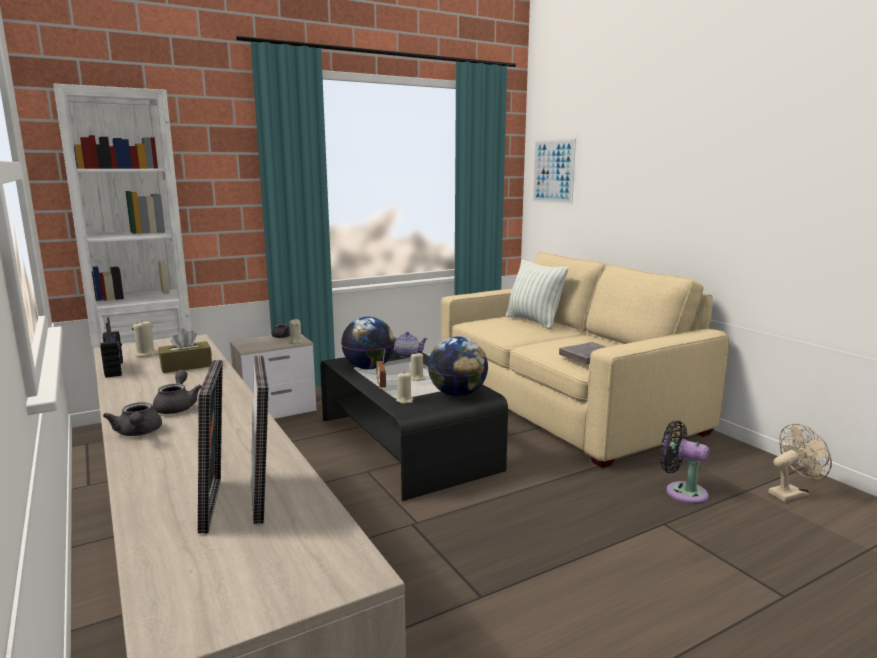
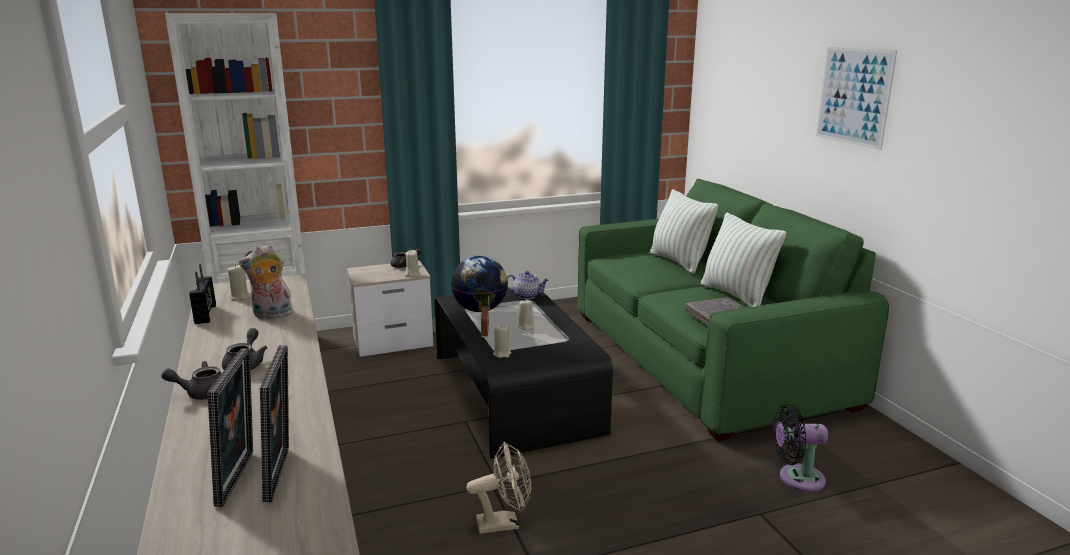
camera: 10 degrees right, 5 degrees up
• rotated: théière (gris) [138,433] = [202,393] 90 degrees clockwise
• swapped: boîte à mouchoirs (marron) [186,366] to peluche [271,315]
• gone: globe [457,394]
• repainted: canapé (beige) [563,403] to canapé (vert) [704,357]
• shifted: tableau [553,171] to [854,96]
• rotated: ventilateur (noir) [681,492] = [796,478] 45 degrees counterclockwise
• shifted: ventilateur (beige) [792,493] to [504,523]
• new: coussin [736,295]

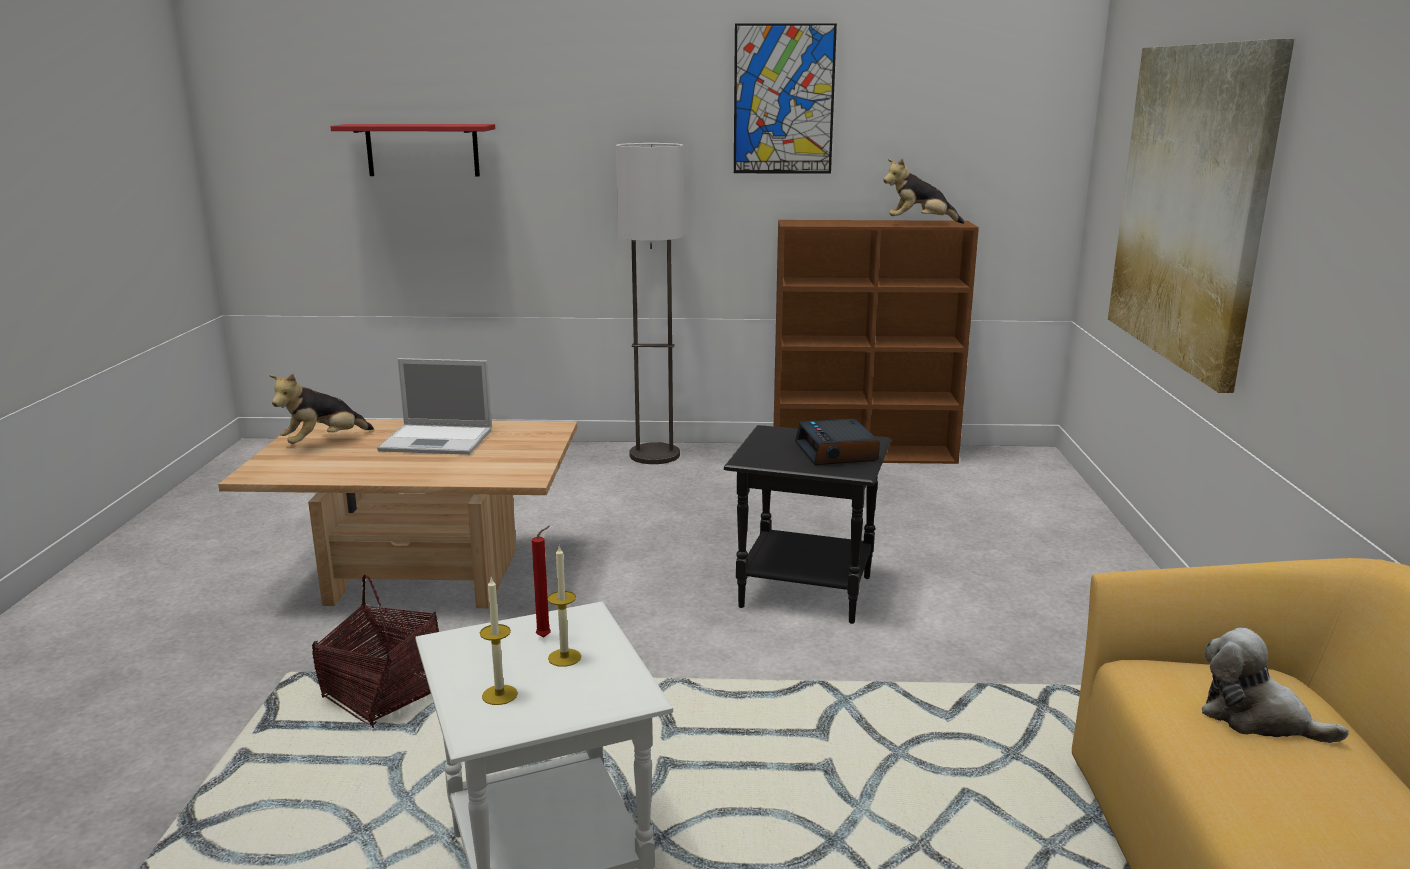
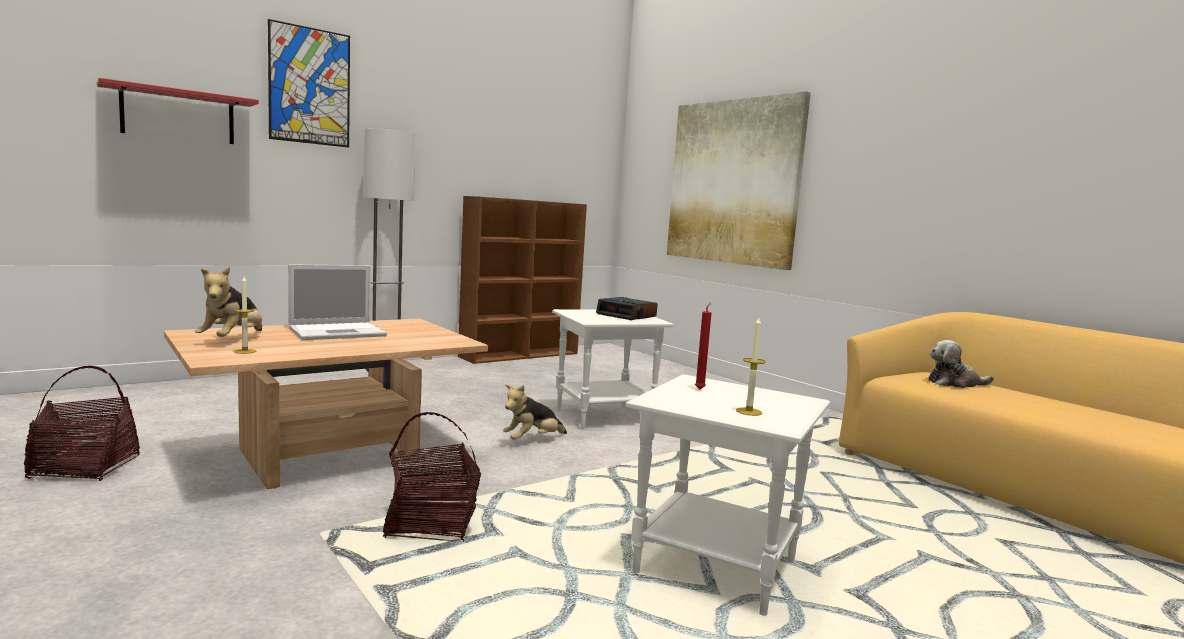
camera: 40 degrees left, 10 degrees down
• shifted: bougie [564,657] to [245,351]
• repainted: table d'appoint (noir) [807,592] to table d'appoint (blanc) [605,416]
• shifted: tableau [783,100] to [310,86]
• shifted: peluche [919,223] to [532,440]
• new: panier [84,467]

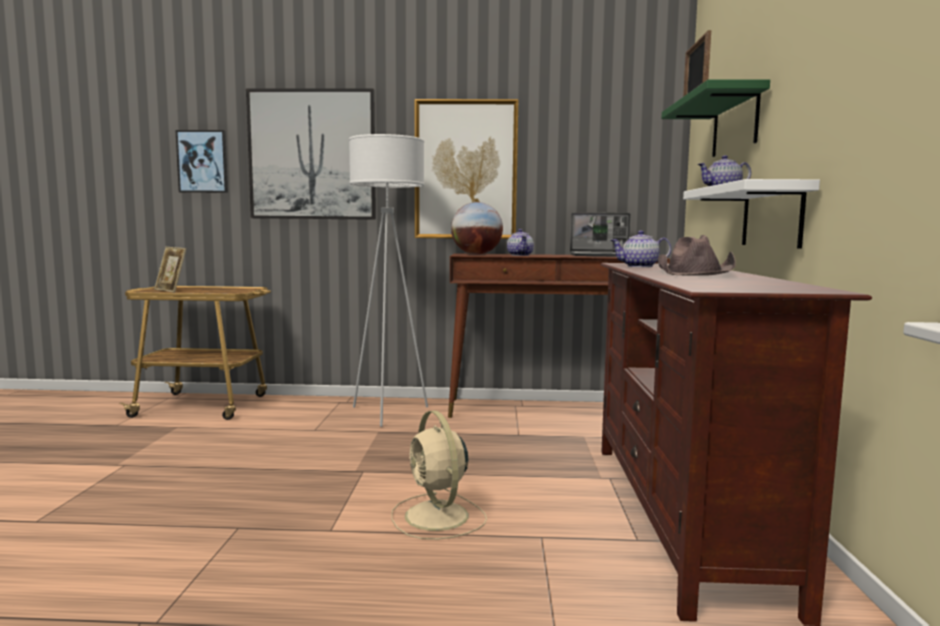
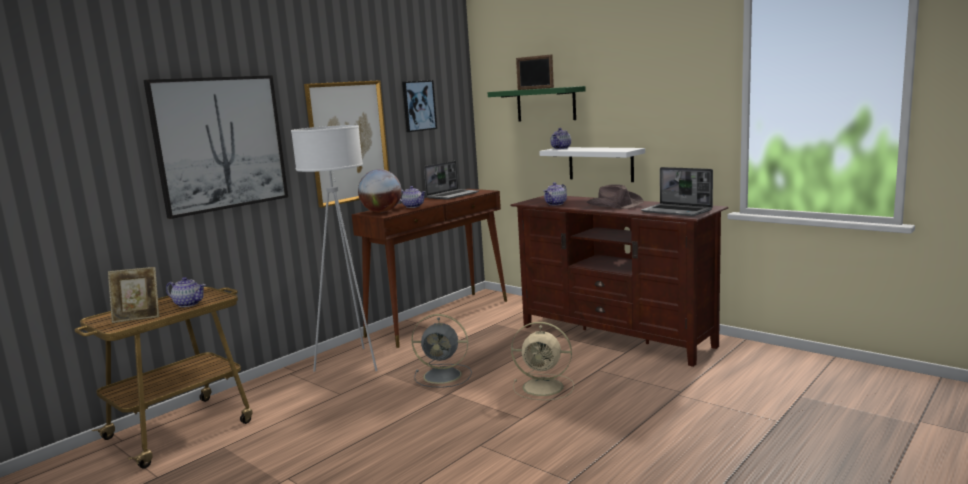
camera: 50 degrees left, 5 degrees up
• shifted: tableau [203,161] to [418,106]
• new: théière [189,304]
• new: ventilateur (gris) [444,375]
• new: ordinateur portable [677,211]

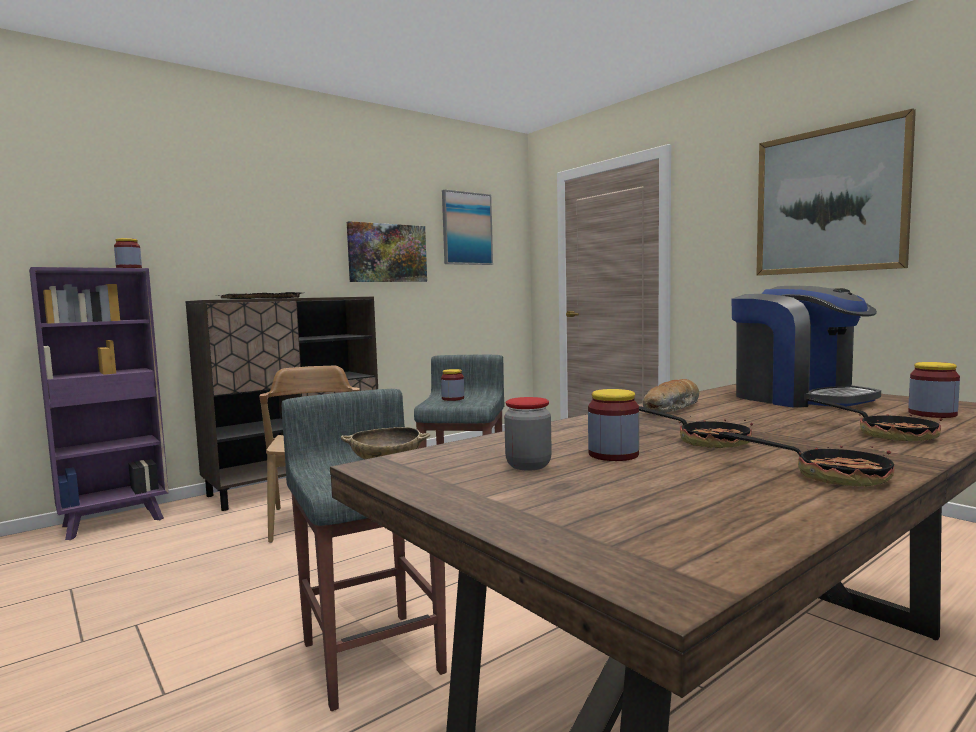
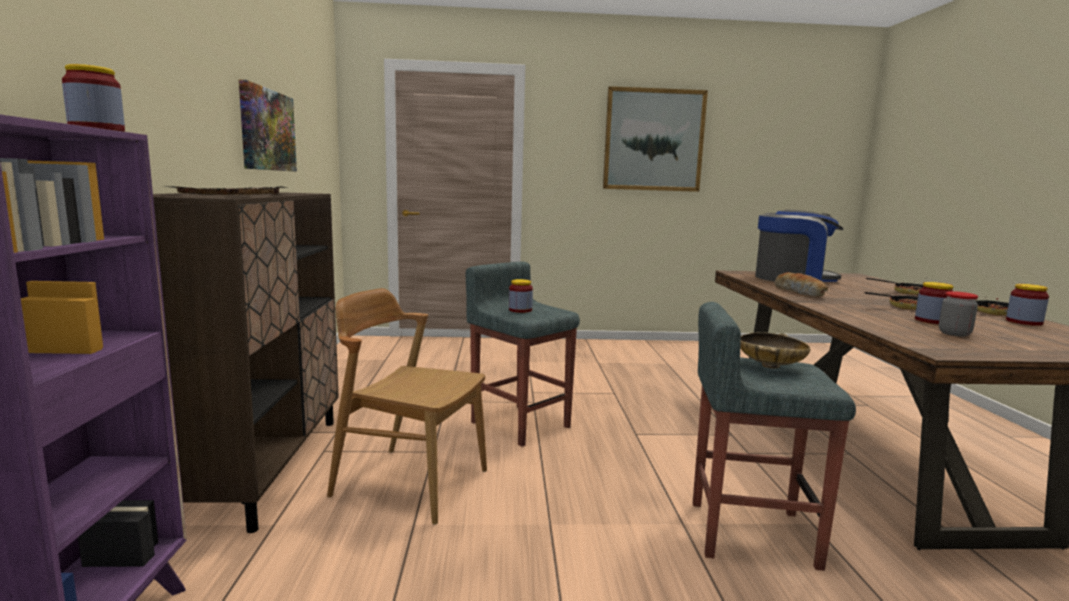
camera: 55 degrees left, 5 degrees up
• gone: tableau [466,228]
• shifted: bocal [932,414] to [1024,322]

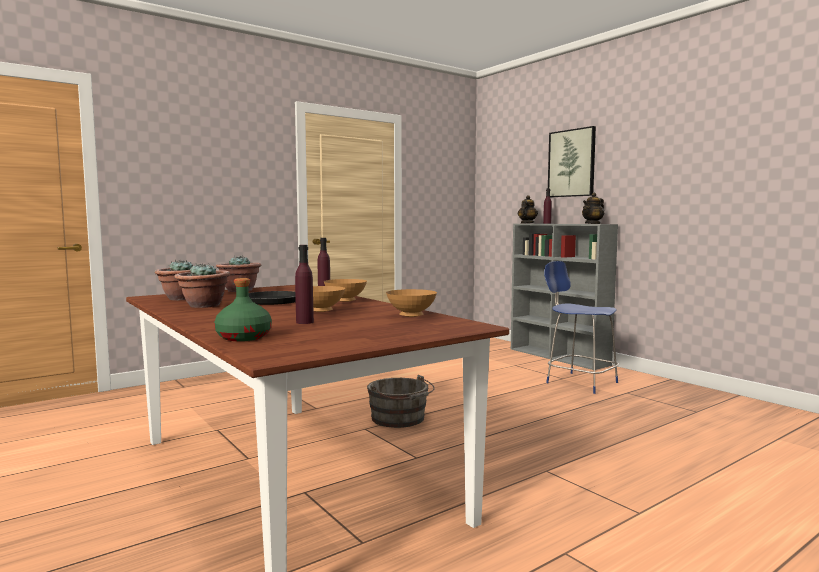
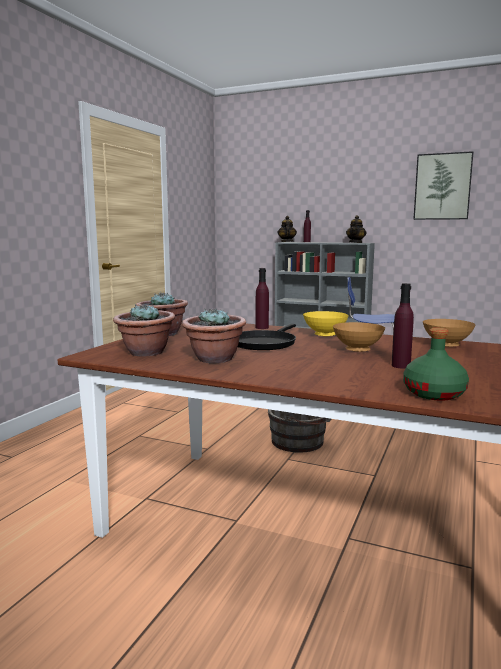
camera: 30 degrees left, 5 degrees up
• repainted: bol (marron) [346,301] to bol (jaune) [325,335]
• shifted: tableau [572,163] to [442,186]

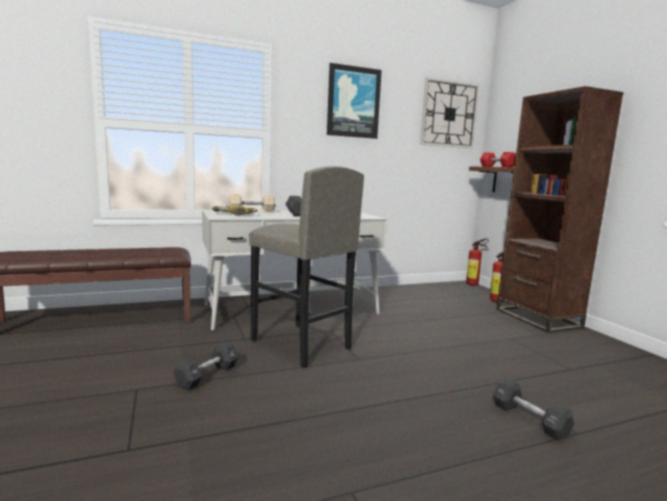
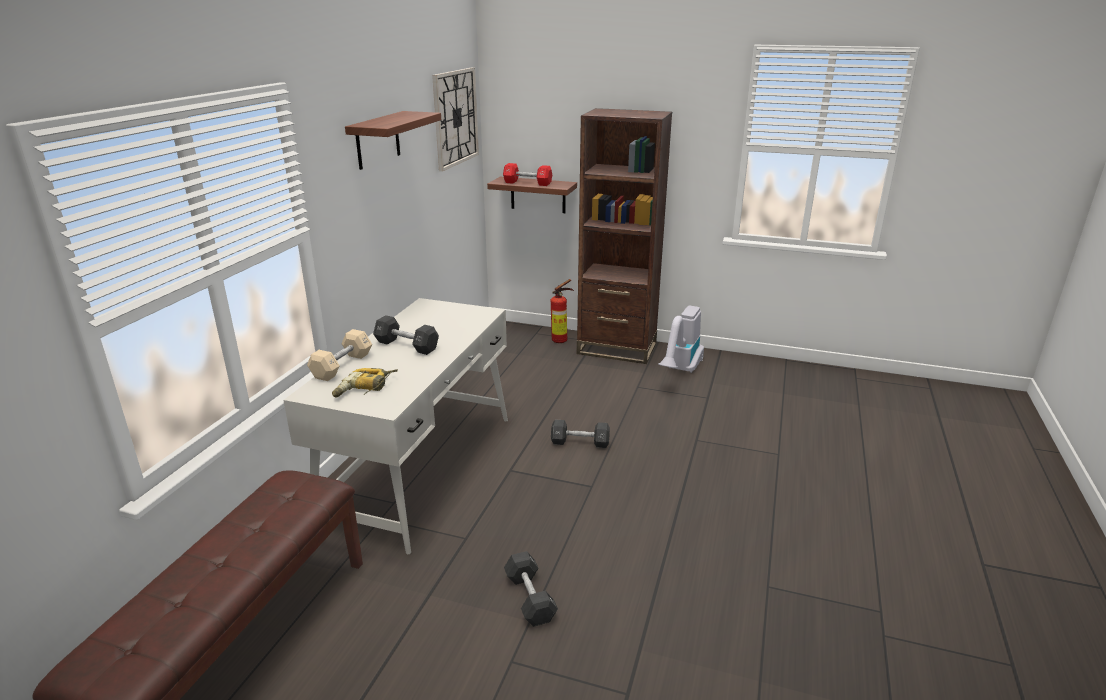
camera: 50 degrees left, 15 degrees up
• gone: tabouret (gris) [300,344]
• swapped: tableau [353,102] to étagère [377,140]
• gone: extincteur [473,285]
• shifted: haltère (noir) [529,419] to [580,442]
• new: aspirateur [680,370]

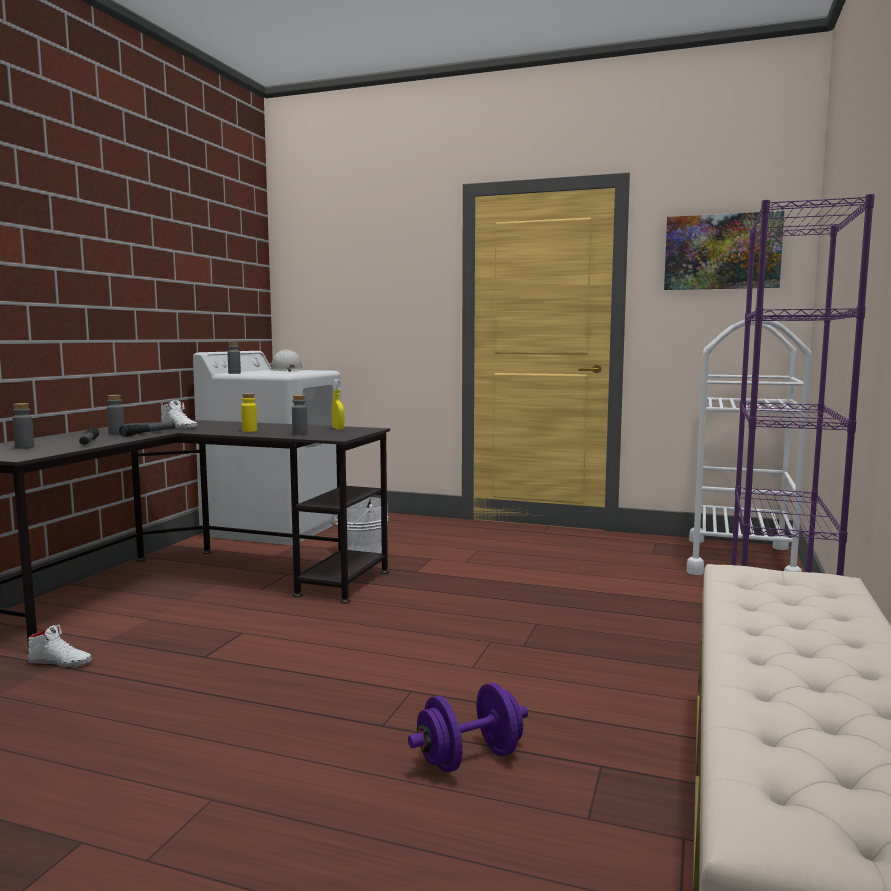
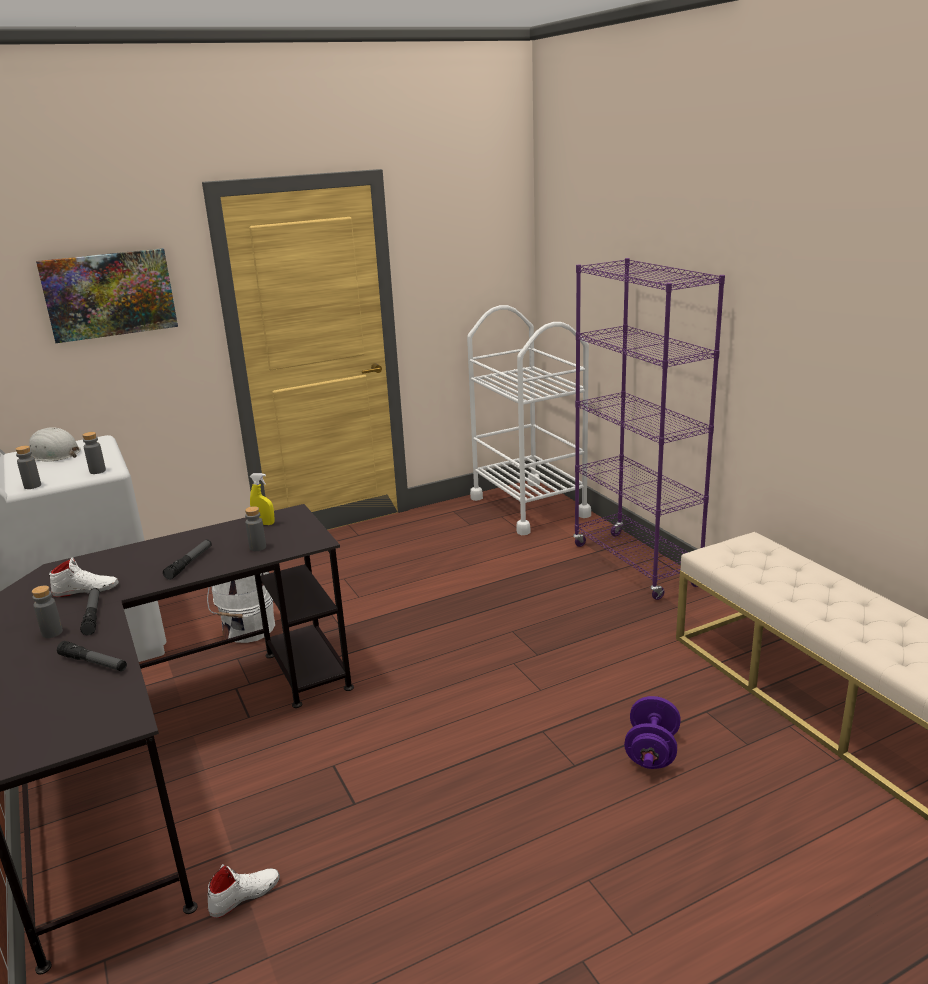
camera: 45 degrees left, 15 degrees up
• shifted: bouteille (gris) [24,447] to [97,471]
• swapped: bouteille (jaune) [249,430] to lampe de poche [189,563]
• shifted: tableau [722,252] to [109,294]

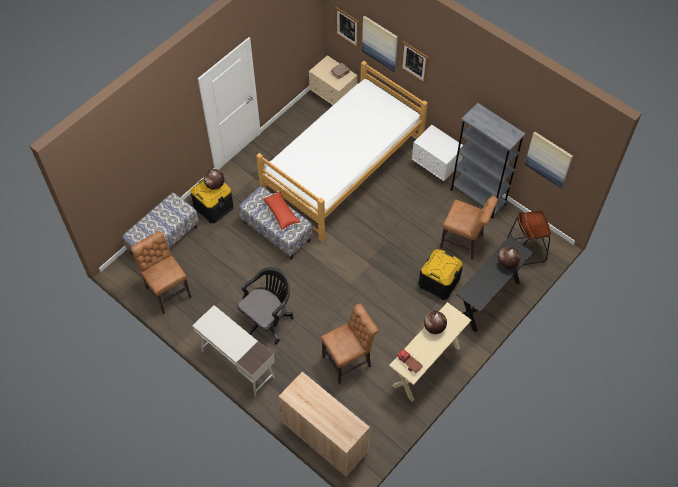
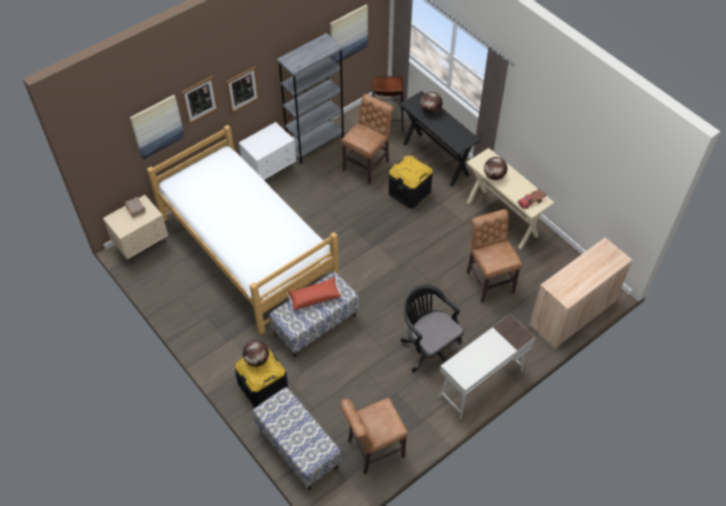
camera: 80 degrees left, 5 degrees down
• shifted: tableau [347,27] to [242,89]

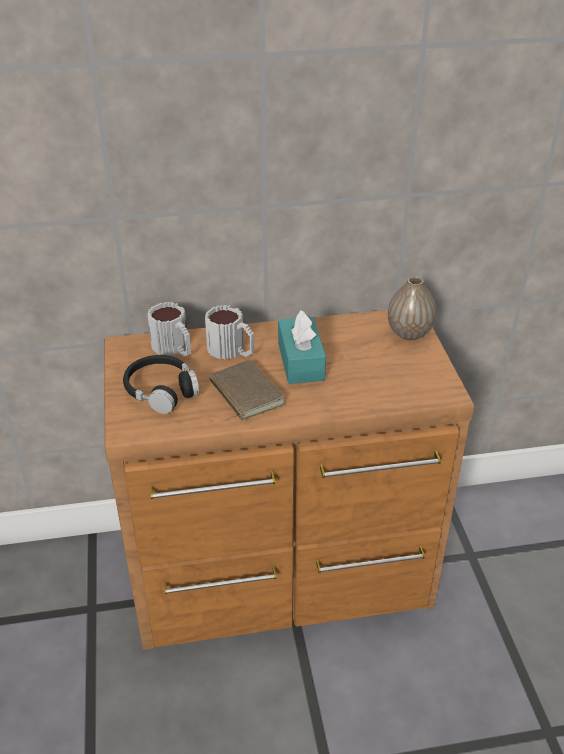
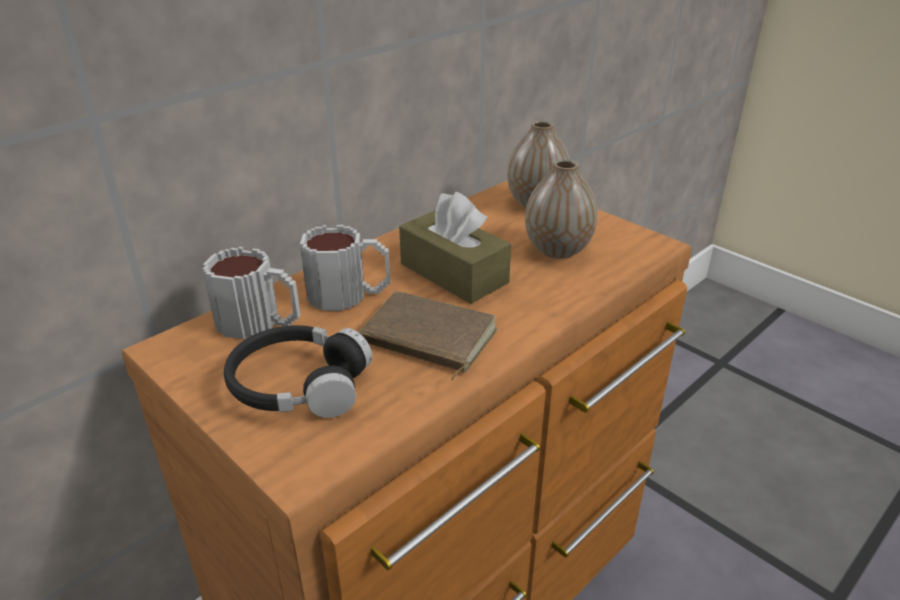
camera: 35 degrees left, 5 degrees down
• repainted: boîte à mouchoirs (turquoise) [300,361] to boîte à mouchoirs (marron) [453,273]
• new: vase [557,250]

